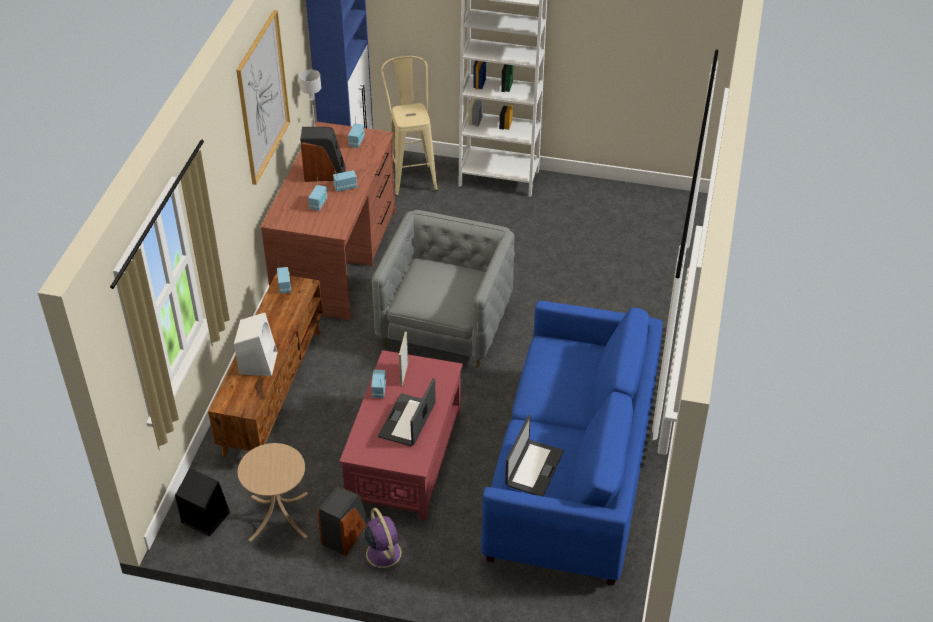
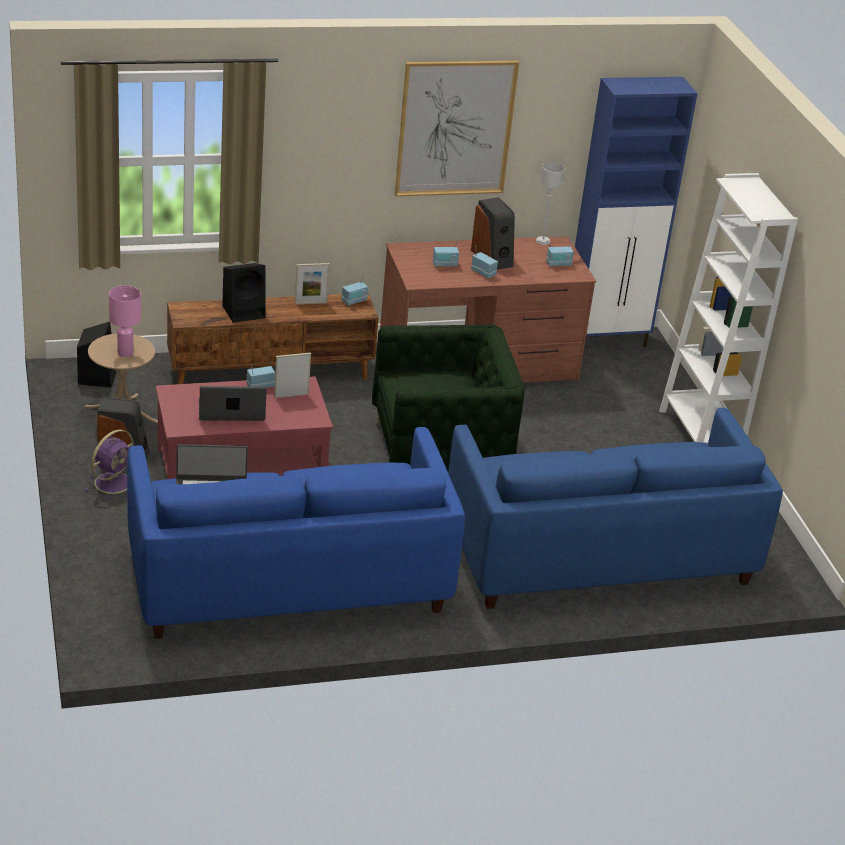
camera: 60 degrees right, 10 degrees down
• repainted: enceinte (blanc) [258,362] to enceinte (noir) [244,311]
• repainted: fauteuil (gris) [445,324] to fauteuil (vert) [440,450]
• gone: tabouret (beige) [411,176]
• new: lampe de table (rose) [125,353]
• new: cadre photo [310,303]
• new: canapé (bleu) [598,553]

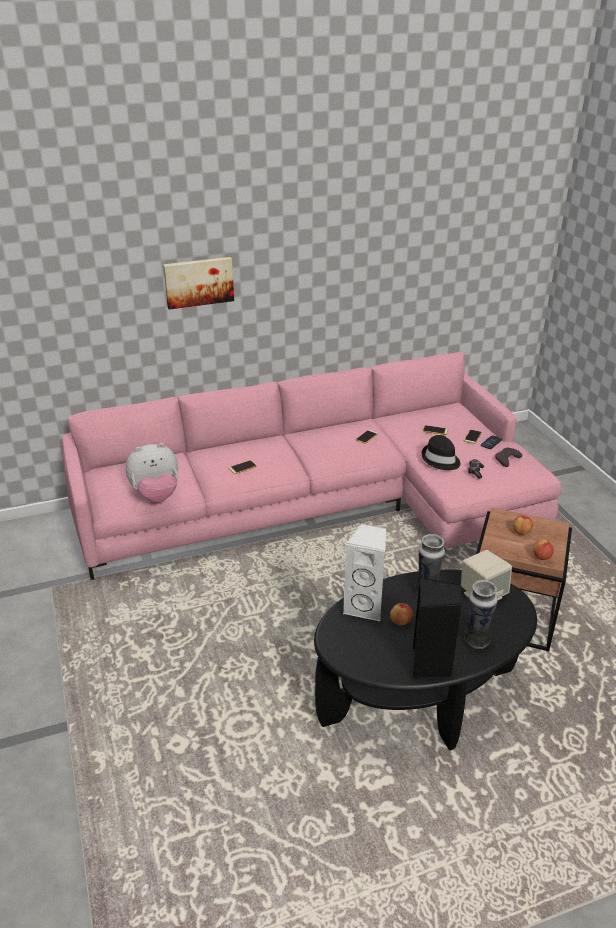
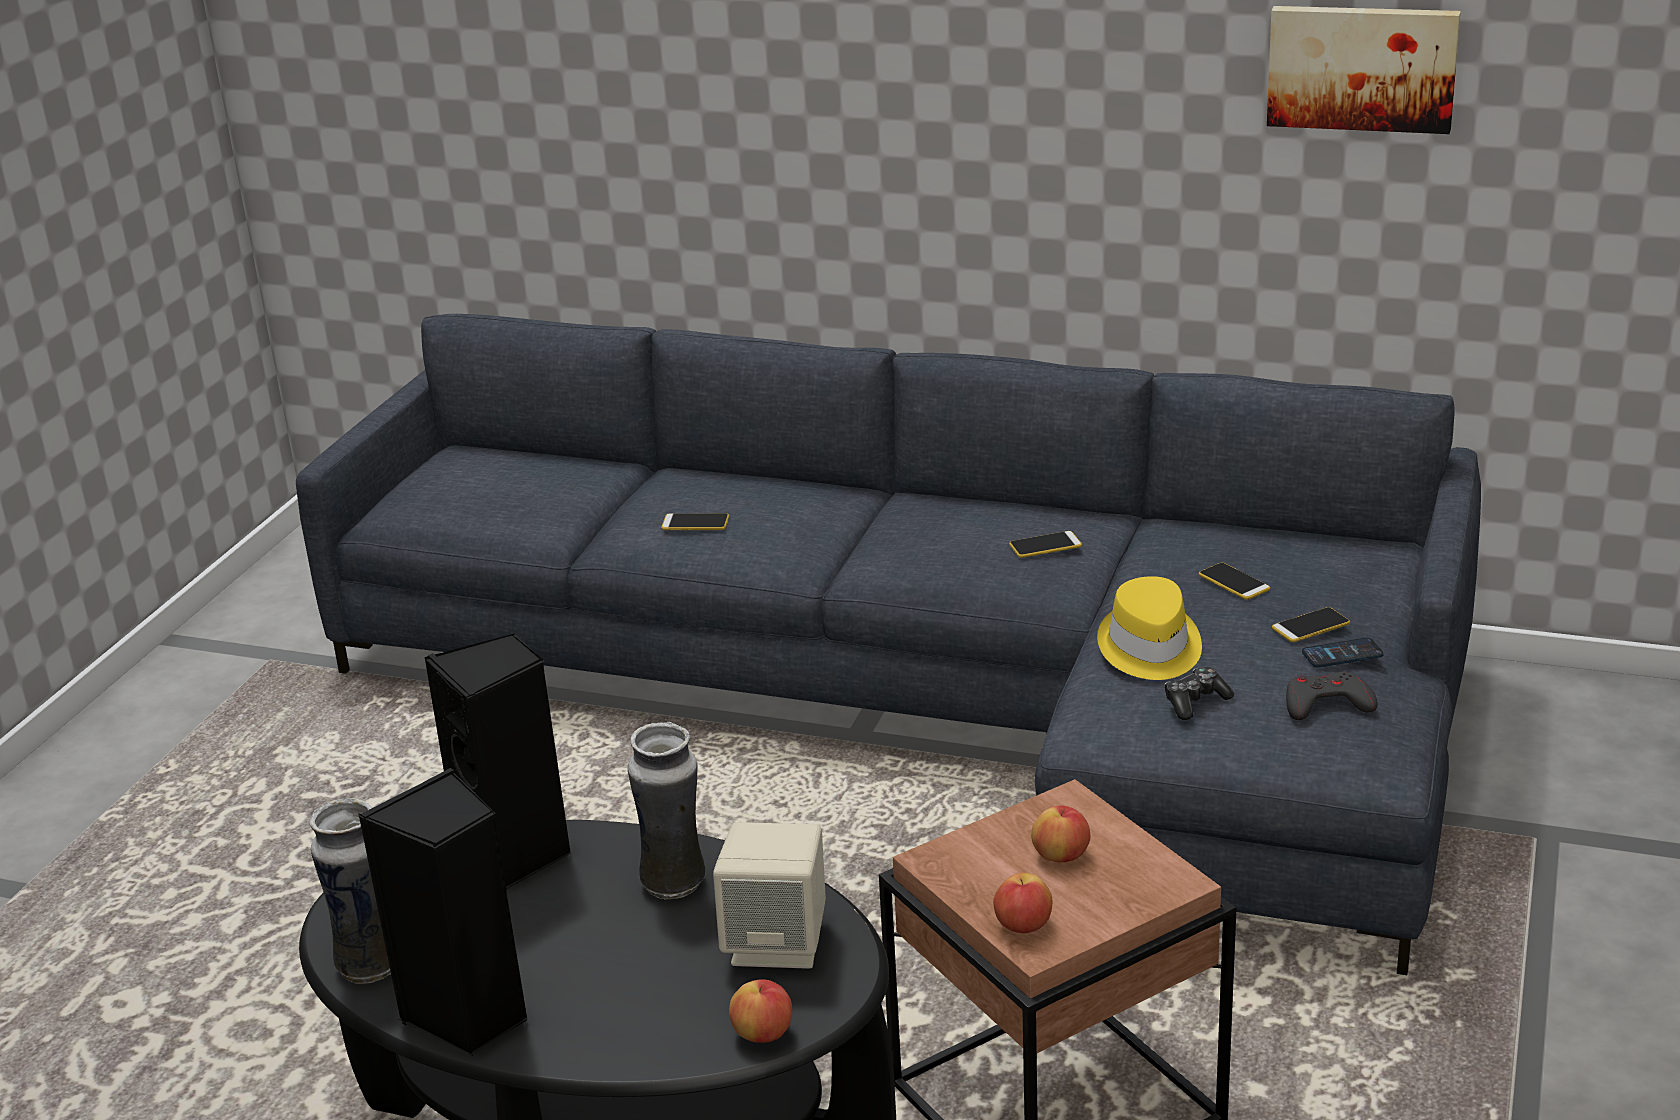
camera: 40 degrees right, 5 degrees down
• repainted: canapé (rose) [323,506] to canapé (gris) [930,703]
• gone: peluche [156,495]
• shifted: tableau [198,282] to [1362,67]
• repainted: enceinte (blanc) [365,606] to enceinte (noir) [516,856]
• shifted: pomme [400,621] to [763,1034]
• repainted: chapeau (noir) [440,459] to chapeau (jaune) [1149,648]
• shifted: vase [476,640] to [371,964]

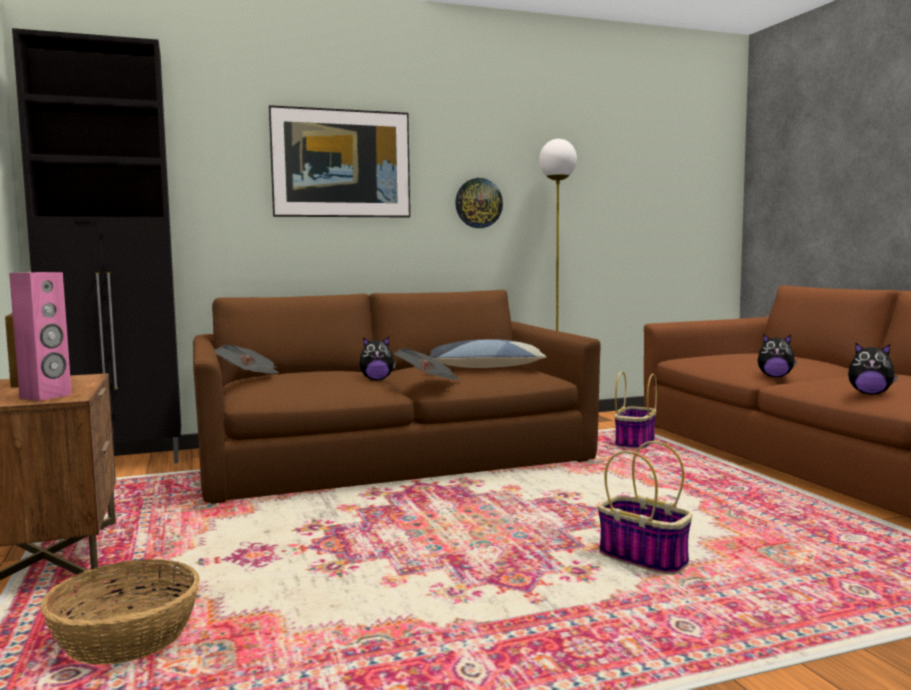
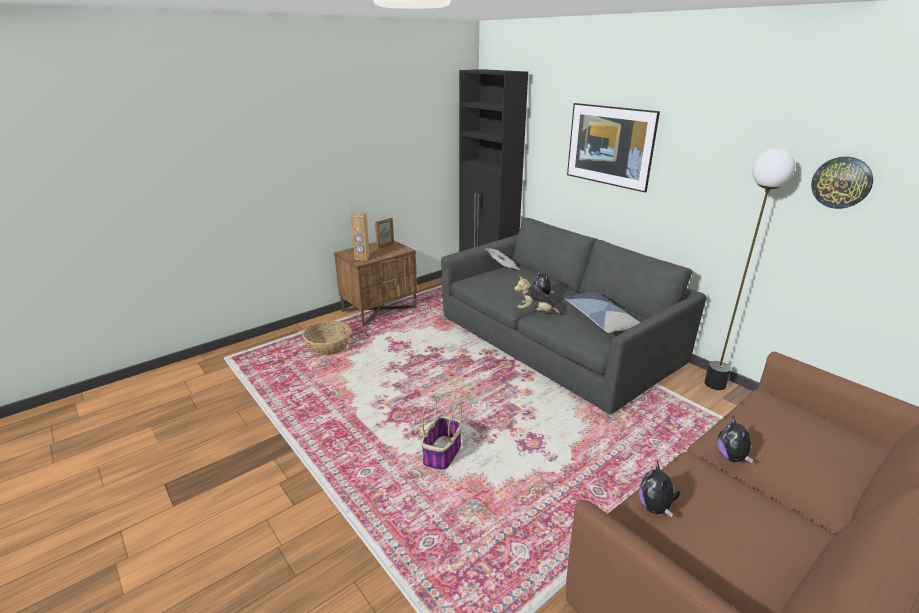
camera: 70 degrees right, 20 degrees up
• repainted: enceinte (rose) [46,396] to enceinte (marron) [362,258]
• repainted: canapé (marron) [390,455] to canapé (gris) [557,340]
• swapped: journal [428,383] to peluche [537,312]
• shifted: horloge murale [478,203] to [841,182]
• gone: panier [635,443]

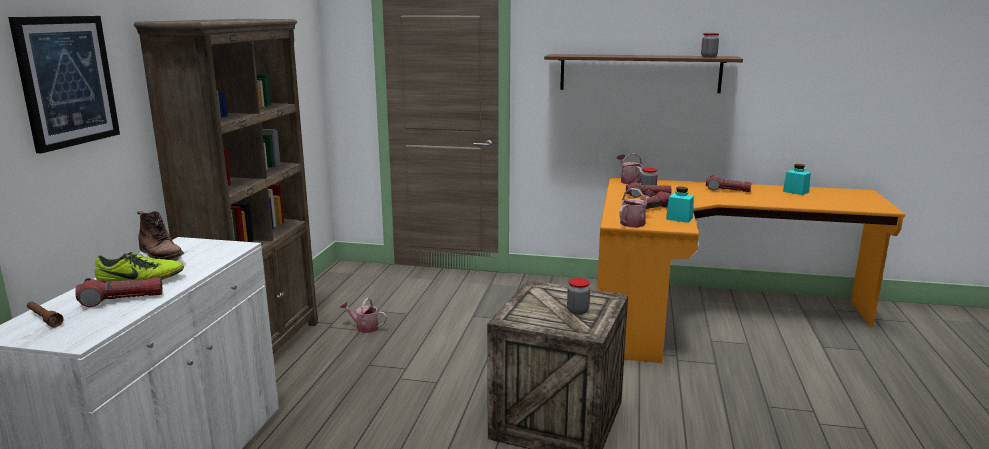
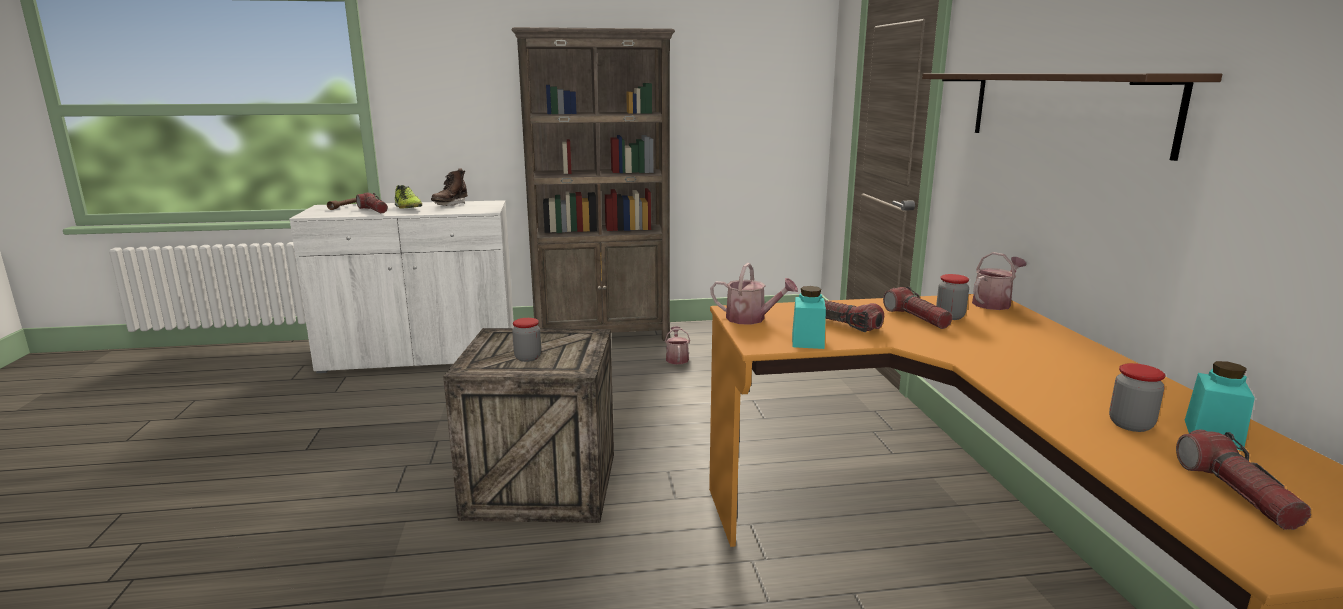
camera: 70 degrees right, 0 degrees up
• gone: tableau [67,81]
• shifted: bocal [708,57] to [1130,424]
• shifted: lampe de poche [727,190] to [1236,492]

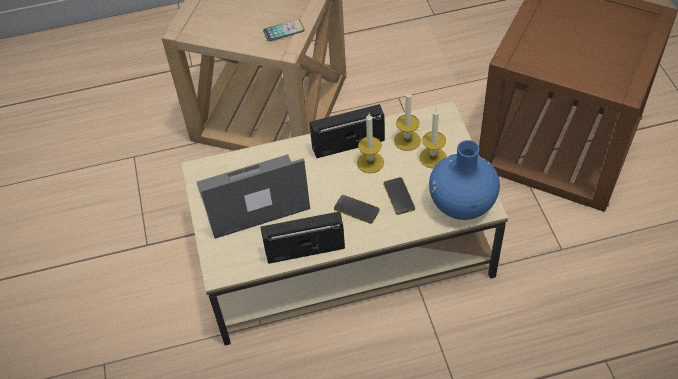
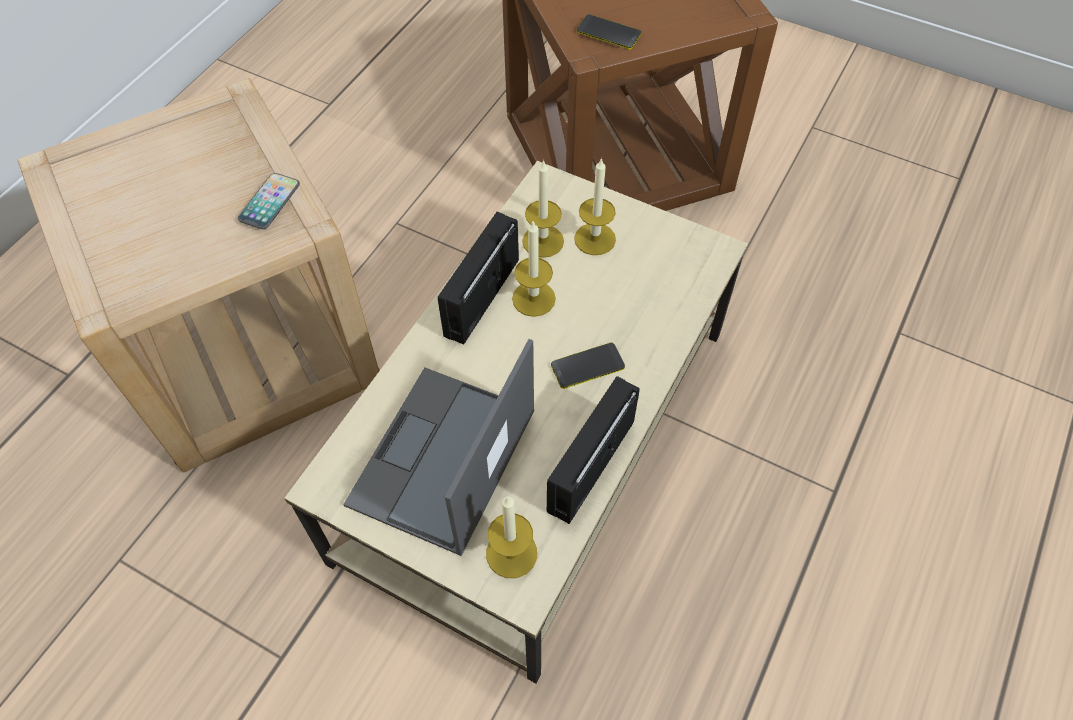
camera: 50 degrees left, 5 degrees up
• shifted: téléphone [399,196] to [608,33]
• gone: vase (bleu) [462,203]
• new: bougie [511,553]

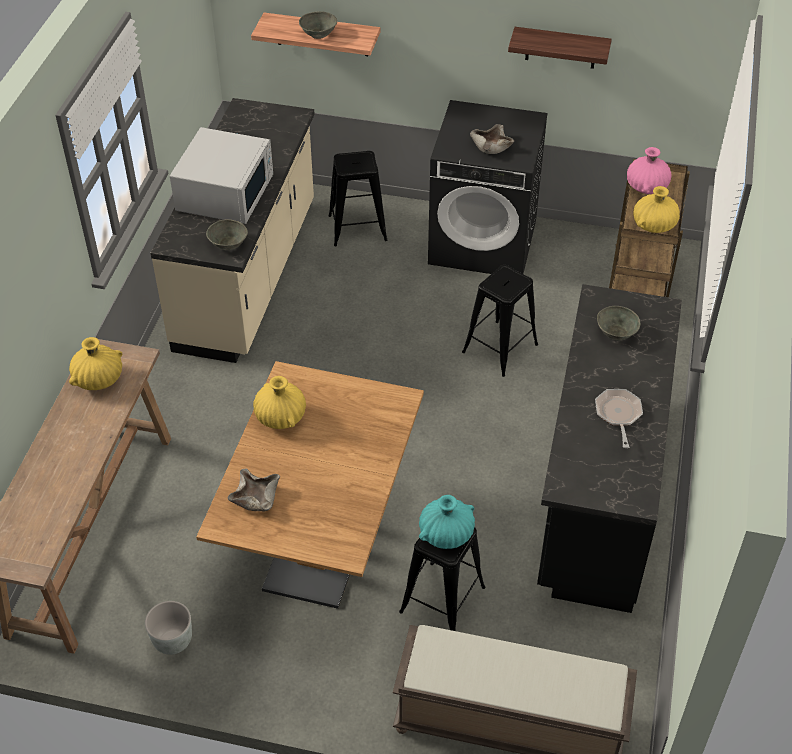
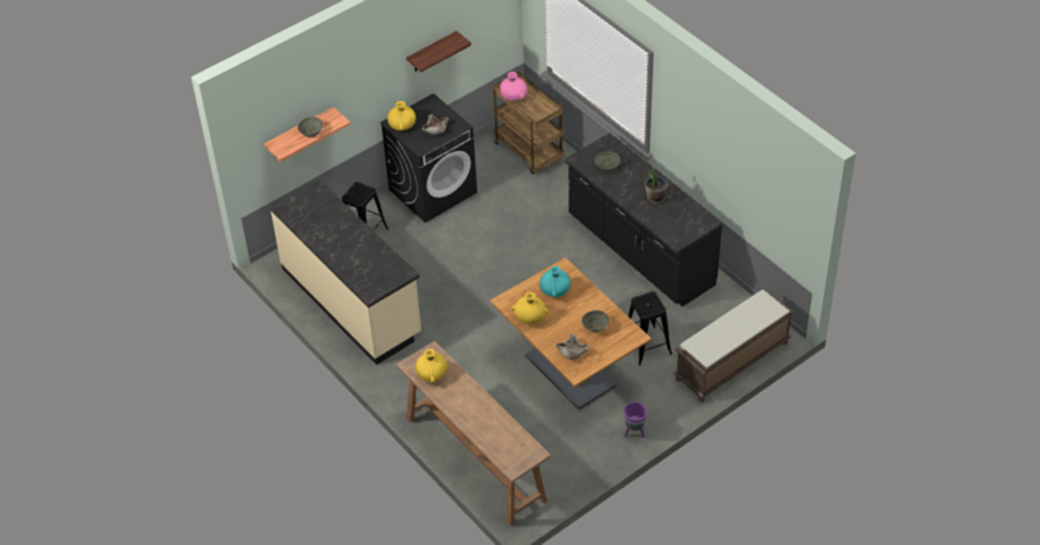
camera: 50 degrees left, 0 degrees up
• gone: cache-pot (gris) [173,641]
• gone: micro-ondes (blanc) [225,193]
• shifted: bol (gris) [228,243] to [595,326]
• shifted: vase (turquoise) [446,534] to [555,290]
• gone: tabouret (noir) [500,348]
• swapped: poêle [618,415] to plante en pot [655,197]
• shifted: vase (jaune) [654,225] to [402,125]
• new: cache-pot (violet) [634,432]

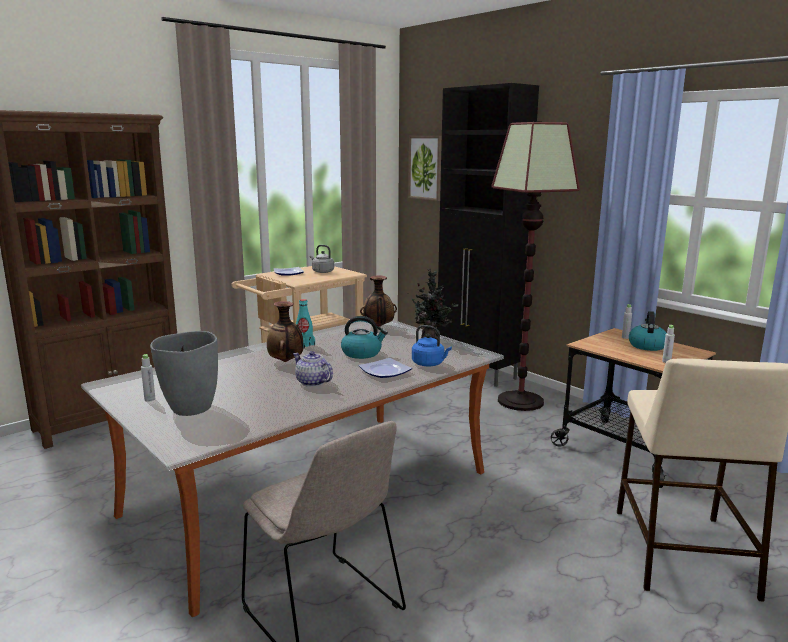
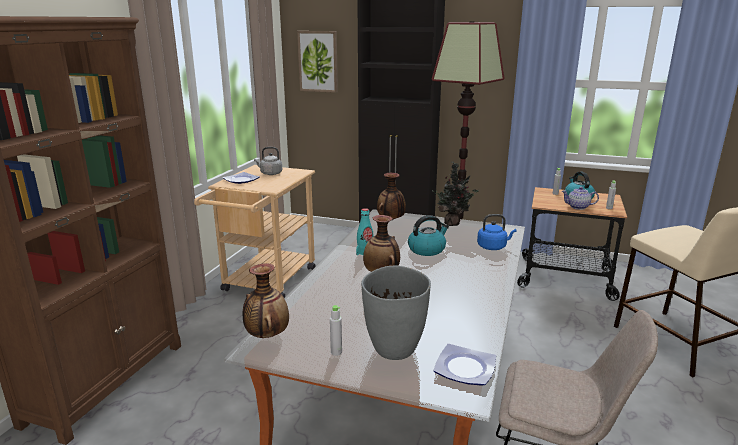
camera: 30 degrees left, 5 degrees up
• shifted: théière [312,382] to [578,207]
• shifted: assiette [384,371] to [463,369]
• new: vase [267,335]

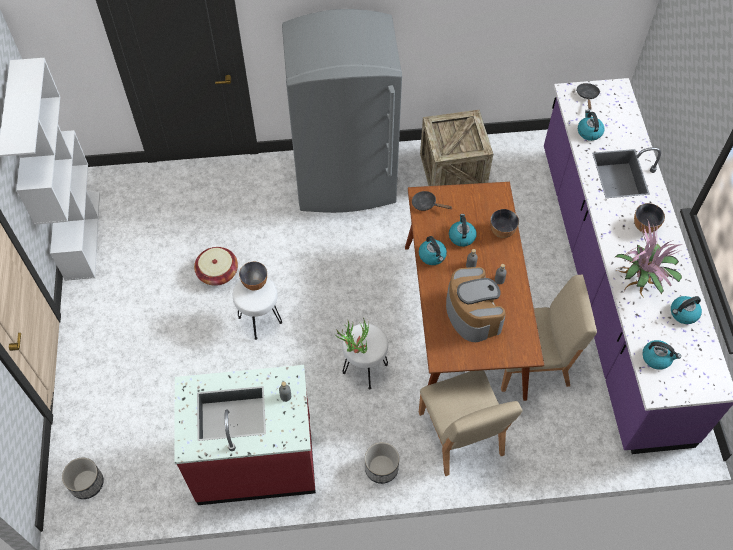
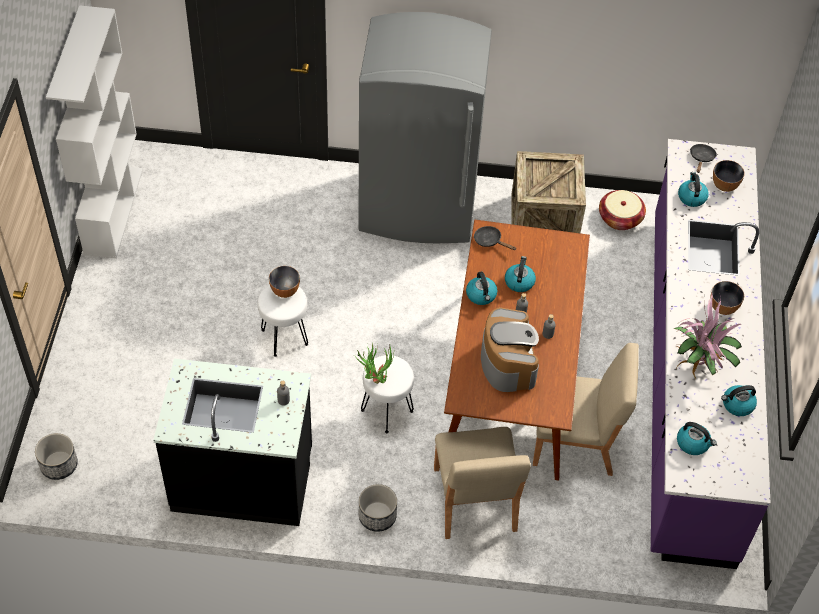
camera: 10 degrees right, 5 degrees down
• repainted: comptoir de cuisine (rouge) [255,460] to comptoir de cuisine (noir) [242,480]
• shifted: panier [218,272] to [620,218]
• shifted: bol [502,231] to [724,185]

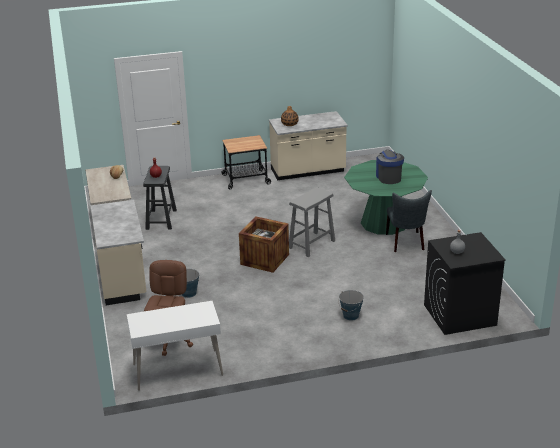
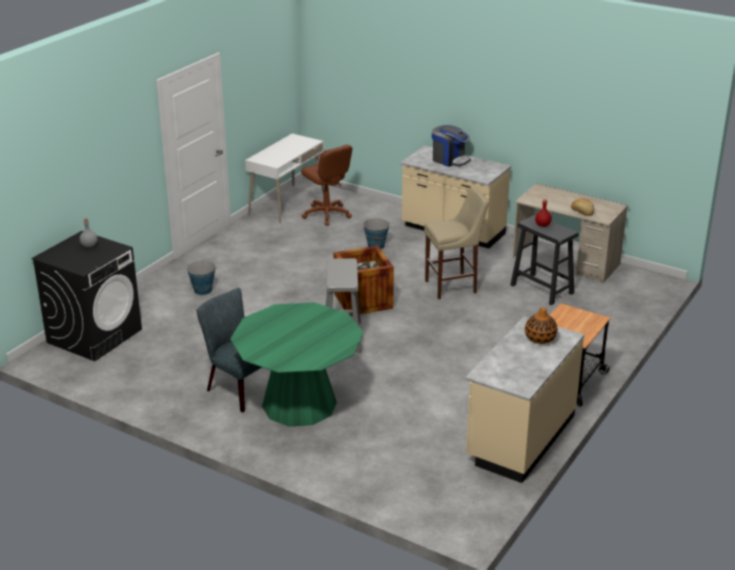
camera: 135 degrees right, 0 degrees up
• shifted: machine à café [388,177] to [449,160]
• new: tabouret (beige) [453,286]

